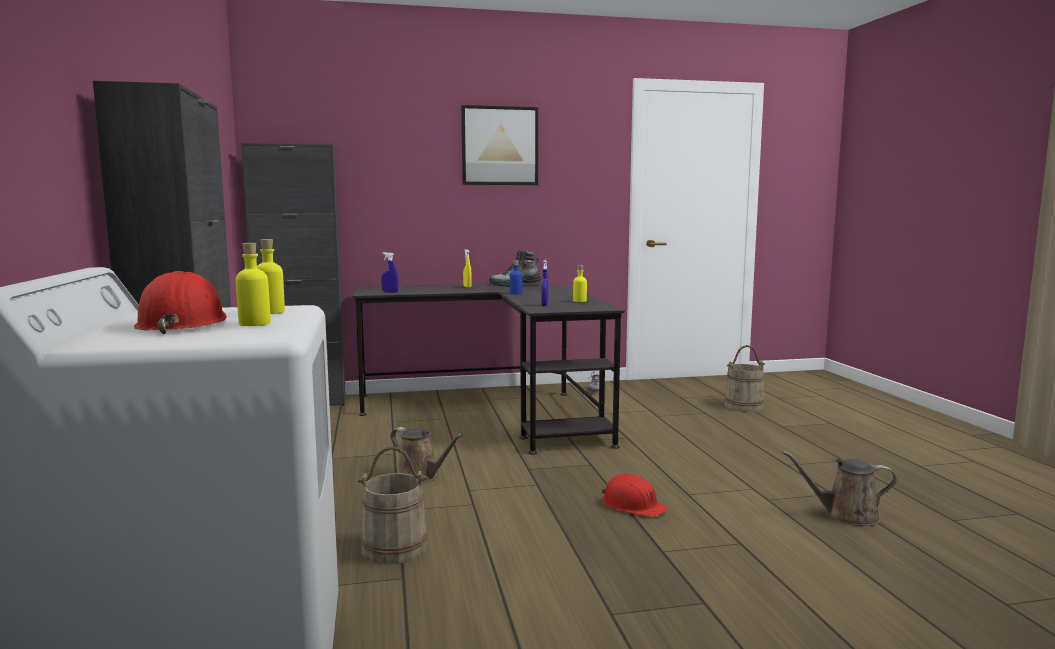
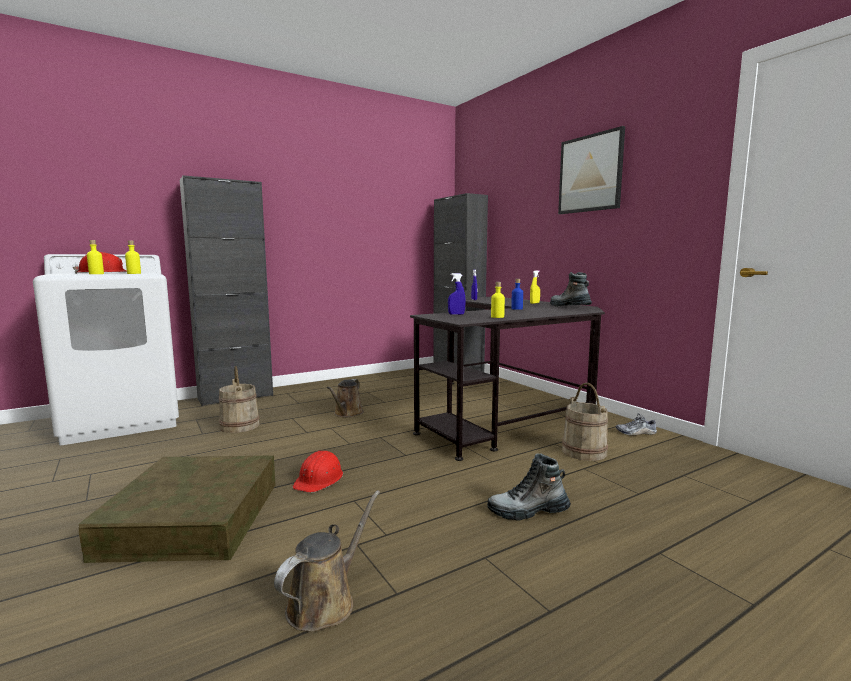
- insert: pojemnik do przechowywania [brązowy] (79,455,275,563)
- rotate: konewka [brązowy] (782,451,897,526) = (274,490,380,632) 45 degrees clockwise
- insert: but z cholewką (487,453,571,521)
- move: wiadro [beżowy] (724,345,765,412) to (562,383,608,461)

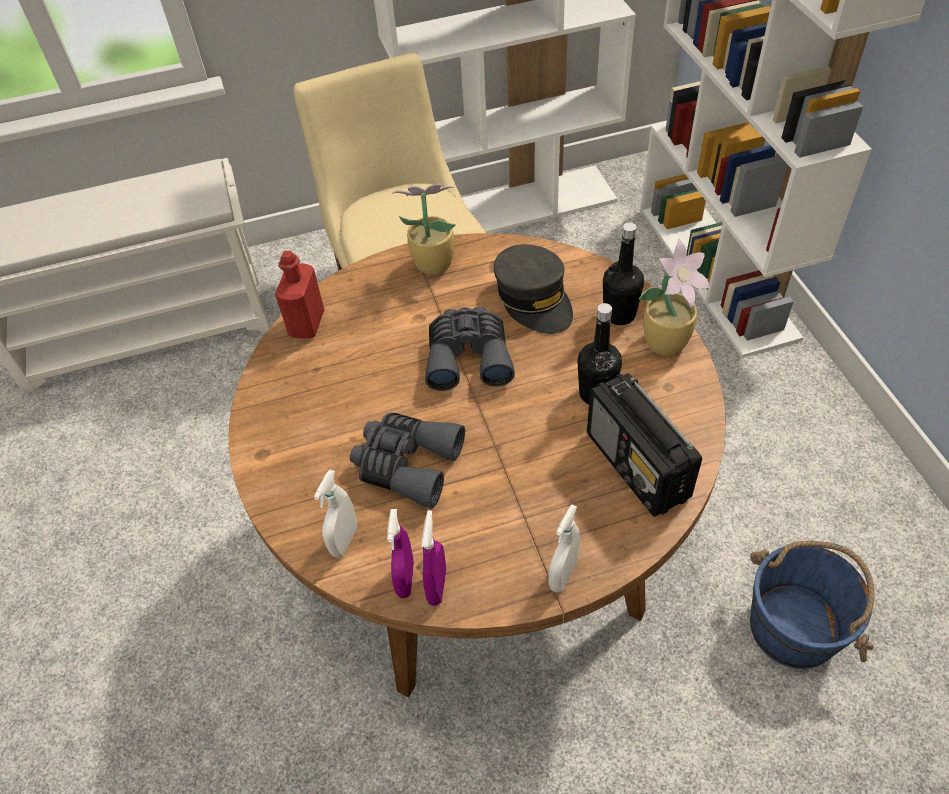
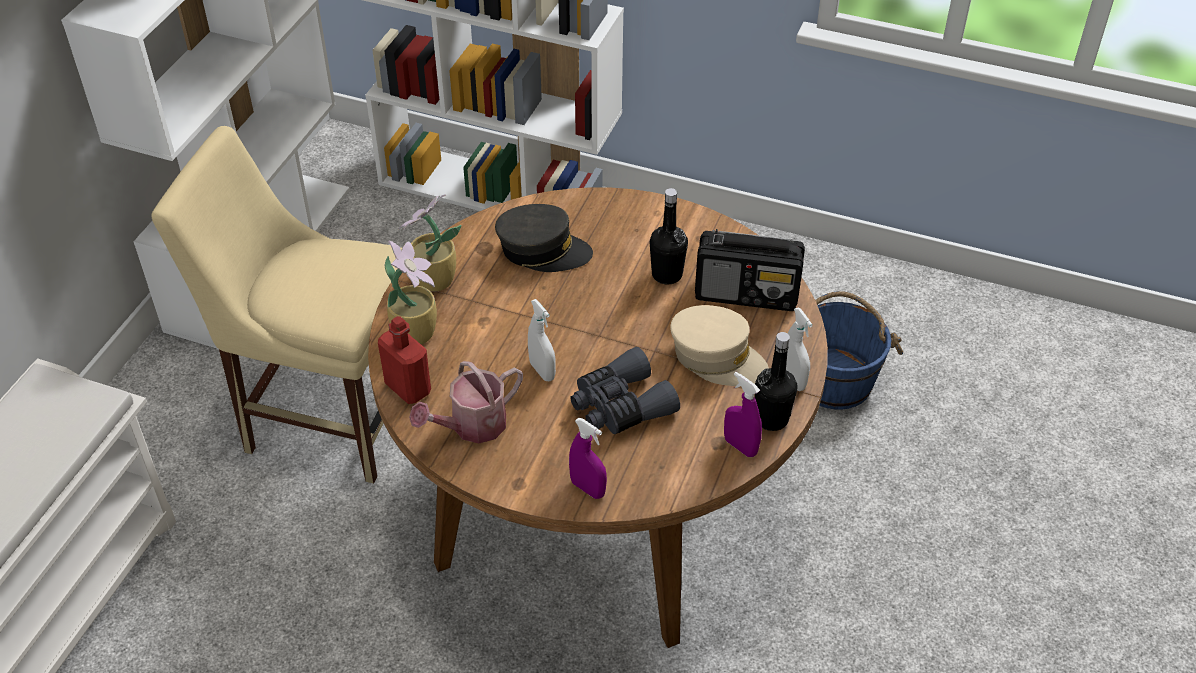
- move: roślina doniczkowa (639,238,710,356) to (385,241,437,344)
- insert: konewka (409,361,523,443)
- move: spryskiwacz [biały] (314,470,357,558) to (528,299,556,381)
- move: spryskiwacz [fioletowy] (387,509,414,598) to (569,418,607,499)
- insert: czapka z daszkiem [beżowy] (670,305,769,386)
- move: butelka [czarny] (603,222,644,325) to (755,332,797,431)
- delete: lornetka [szary] (425,307,515,391)

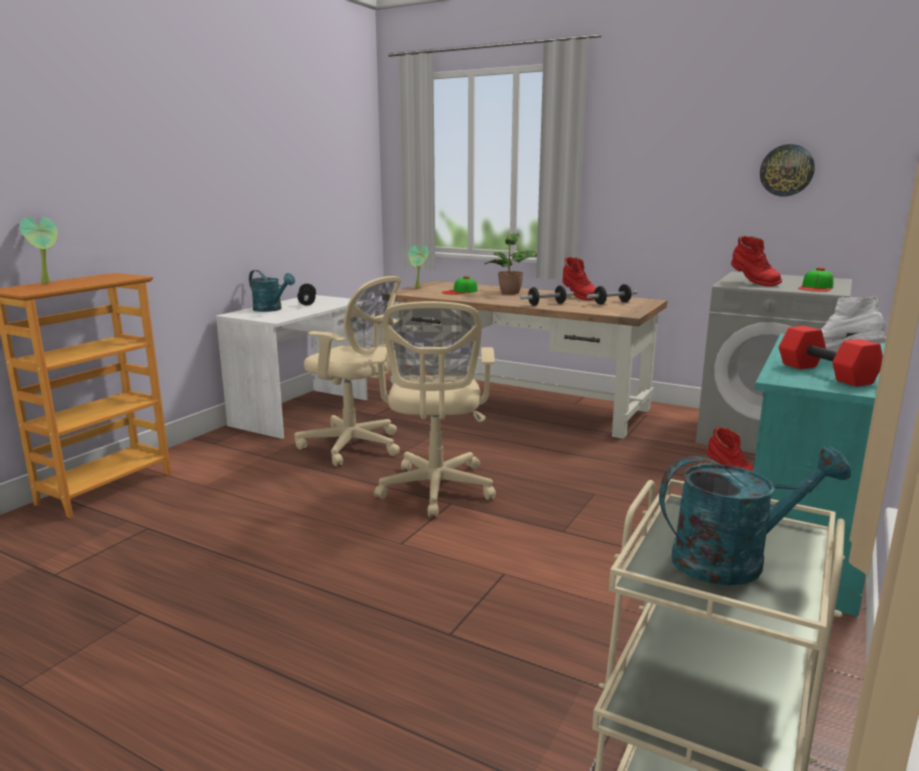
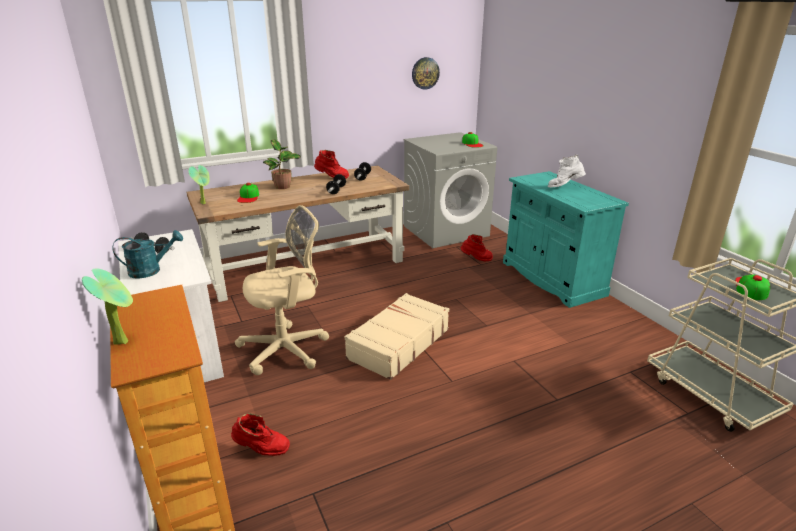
- move: but z cholewką [czerwony] (731,235,782,286) to (231,413,290,456)
- replace: krzesło biurowe [beżowy] (372,301,496,517) to walizka [beżowy] (345,293,449,380)
- replace: konewka [turkusowy] (659,446,851,586) to czapka z daszkiem (735,275,770,300)
- delete: hantel [czerwony] (779,326,883,387)

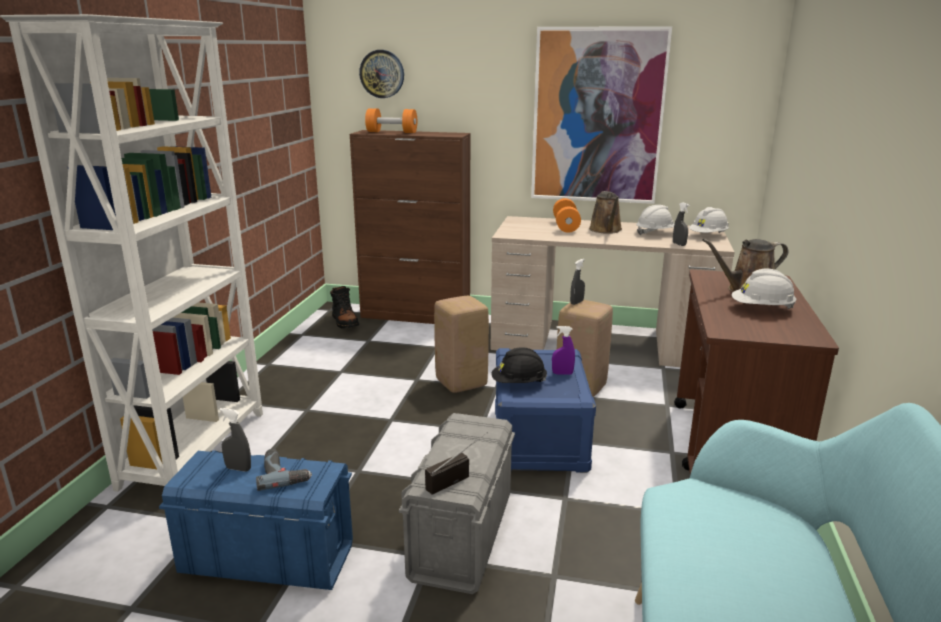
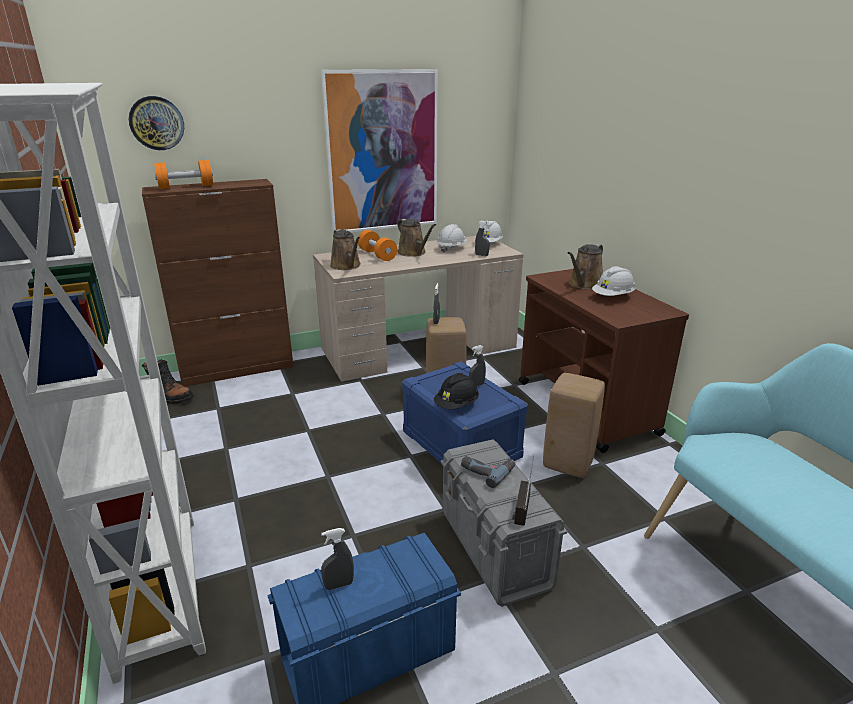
- insert: konewka [brązowy] (330,229,361,270)
- move: wiertarka (256,449,312,491) to (461,456,515,488)
- recolor: spryskiwacz [fioletowy] (552,326,575,375) to spryskiwacz [szary] (469,345,486,387)
- move: stołek [beżowy] (434,296,489,393) to (543,373,605,478)

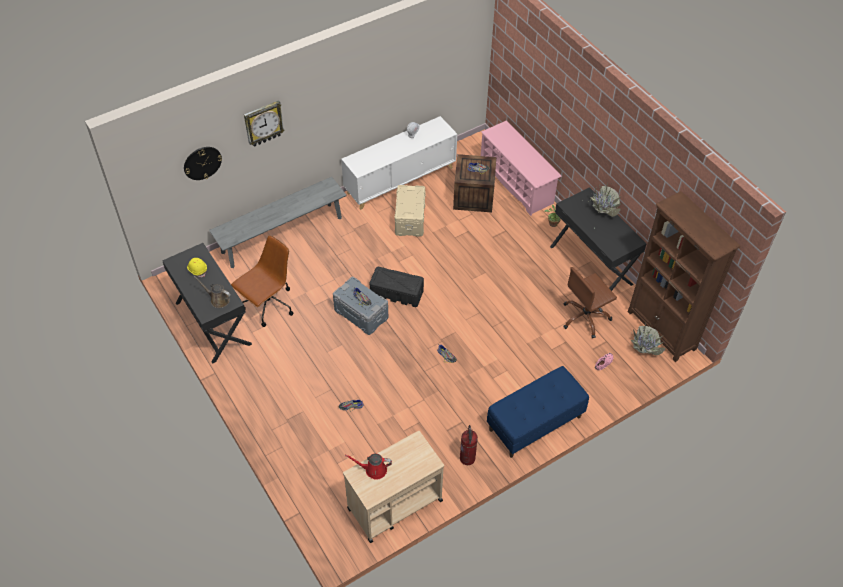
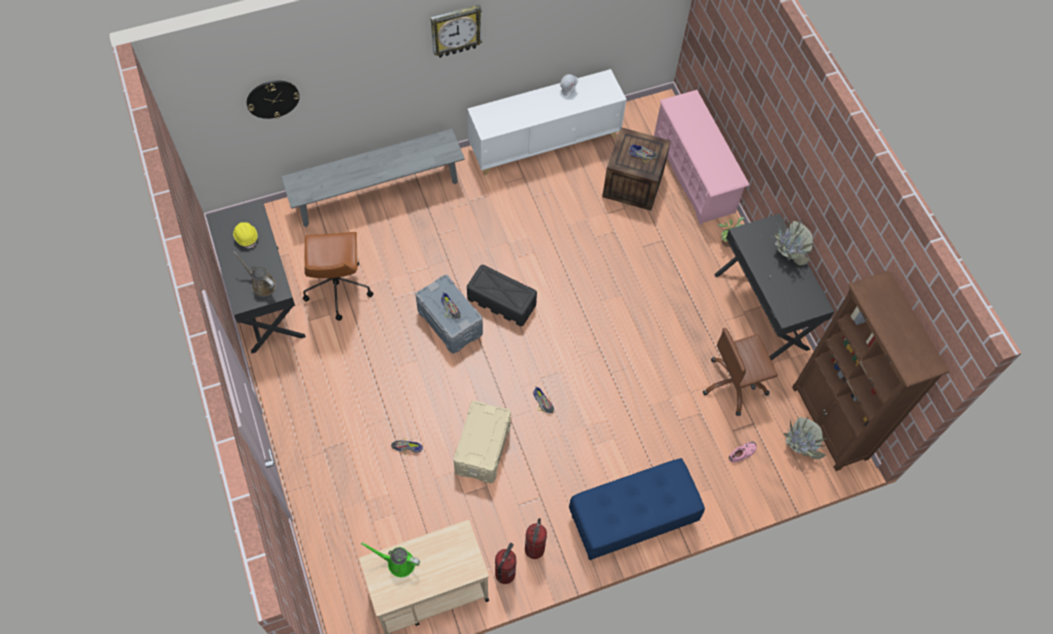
- rotate: krzesło biurowe [brązowy] (231,235,293,327) = (303,232,373,321) 120 degrees clockwise
- recolor: konewka [czerwony] (345,453,392,480) to konewka [zielony] (361,543,420,577)
- move: zegar ścienny (244,100,285,147) to (431,4,482,58)
- move: pojemnik do przechowywania [beżowy] (395,185,426,237) to (454,401,511,483)
- insert: gaśnica (495,542,517,584)

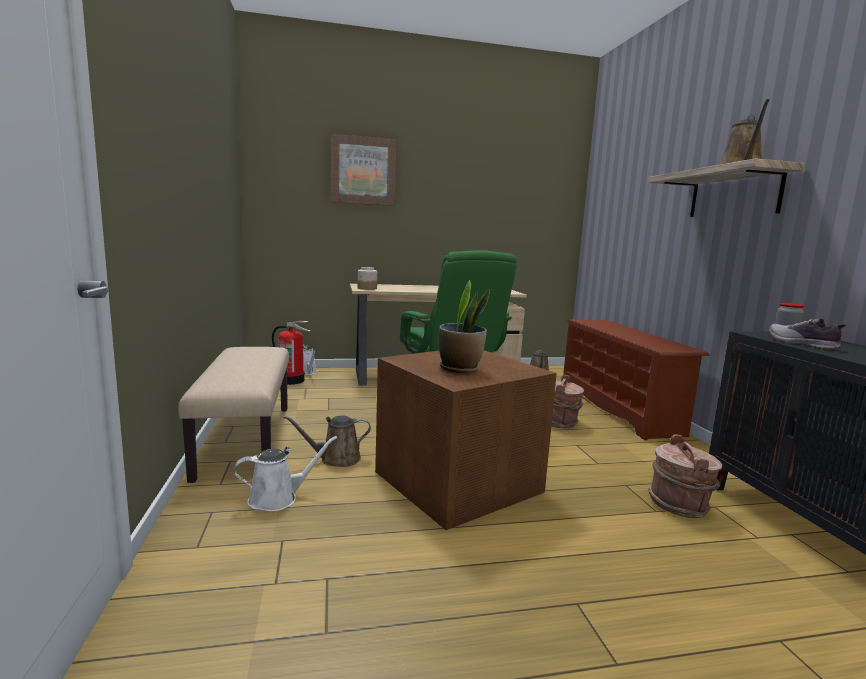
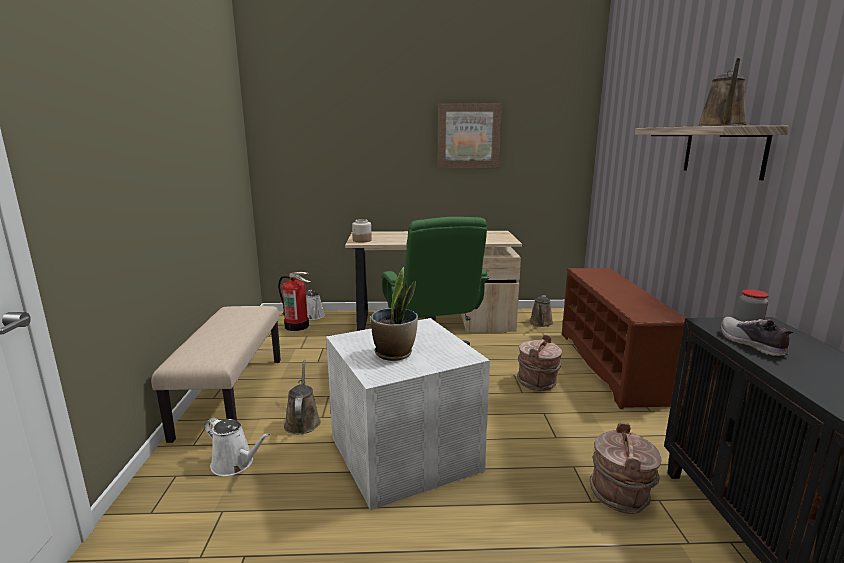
- rotate: konewka [biały] (234,436,337,511) = (204,418,271,476) 45 degrees clockwise
- rotate: konewka [brązowy] (283,415,371,467) = (284,360,321,434) 90 degrees clockwise
- recolor: pojemnik do przechowywania [brązowy] (375,350,557,530) to pojemnik do przechowywania [biały] (326,318,490,510)
- move: obraz (331,134,397,206) to (438,103,502,169)

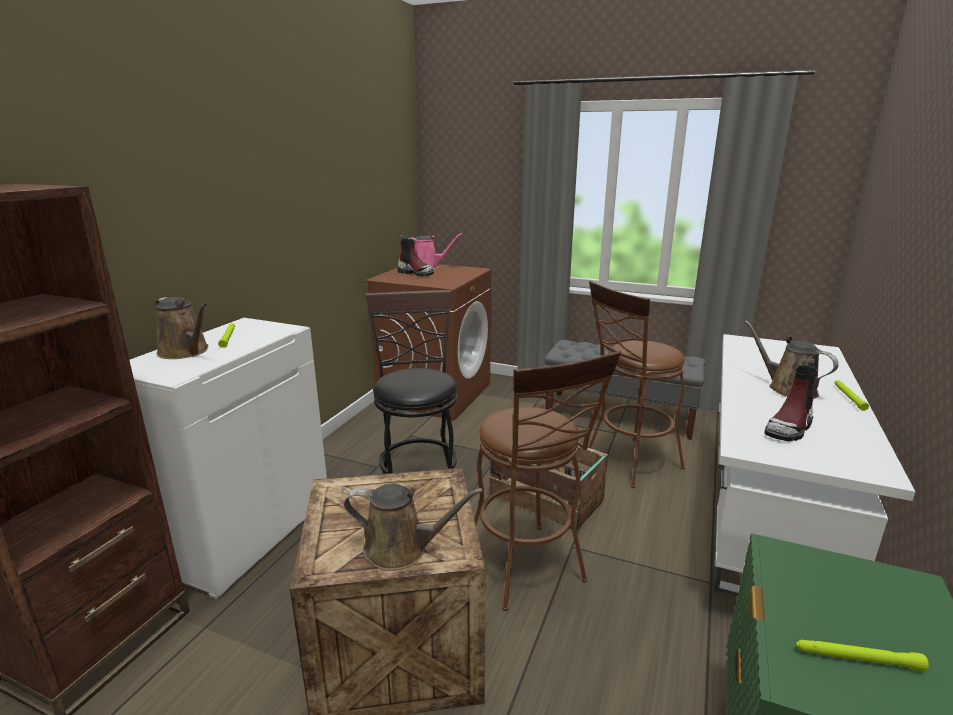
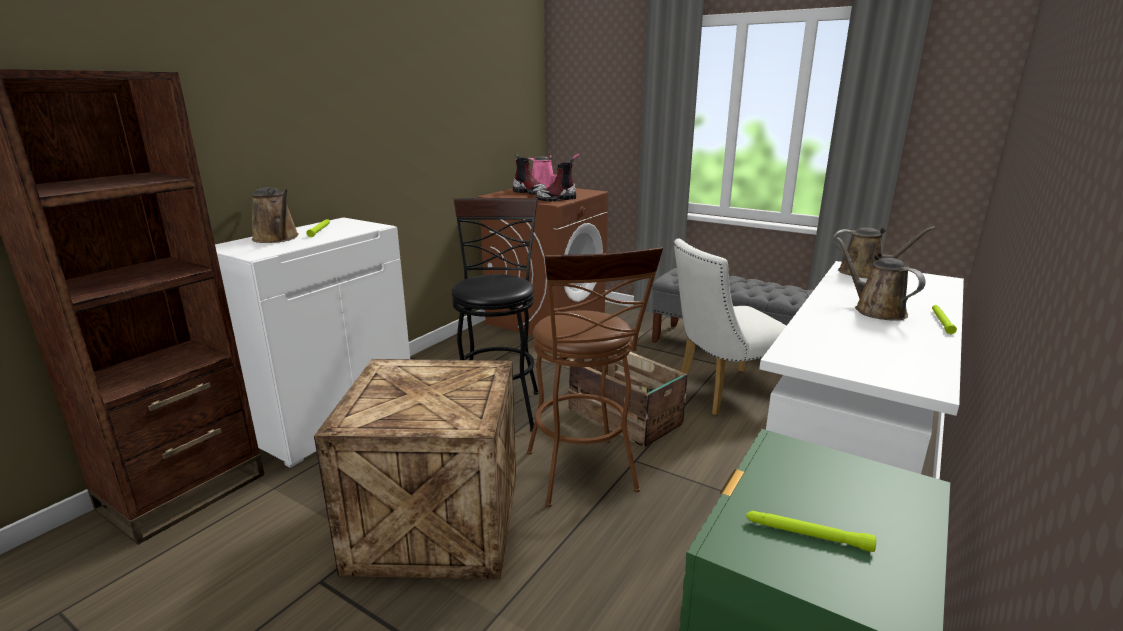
- move: but z cholewką (764,359,818,441) to (536,158,577,202)
- replace: stołek [brązowy] (588,281,685,488) to krzesło [biały] (674,238,786,415)
- move: konewka [brązowy] (344,484,483,571) to (833,226,935,279)

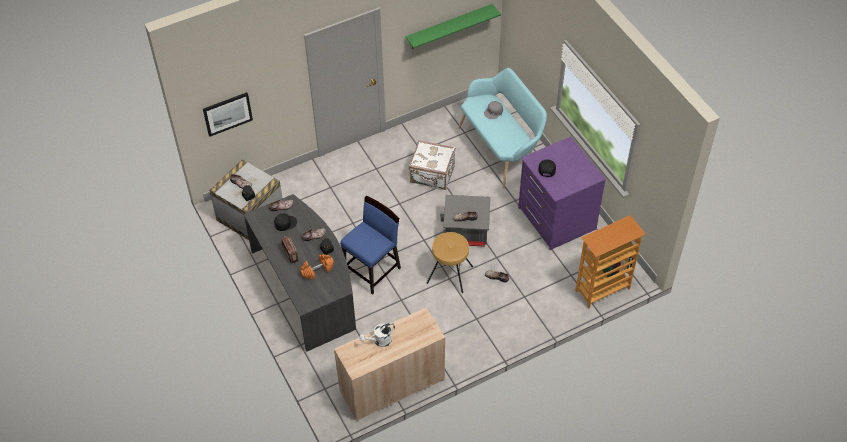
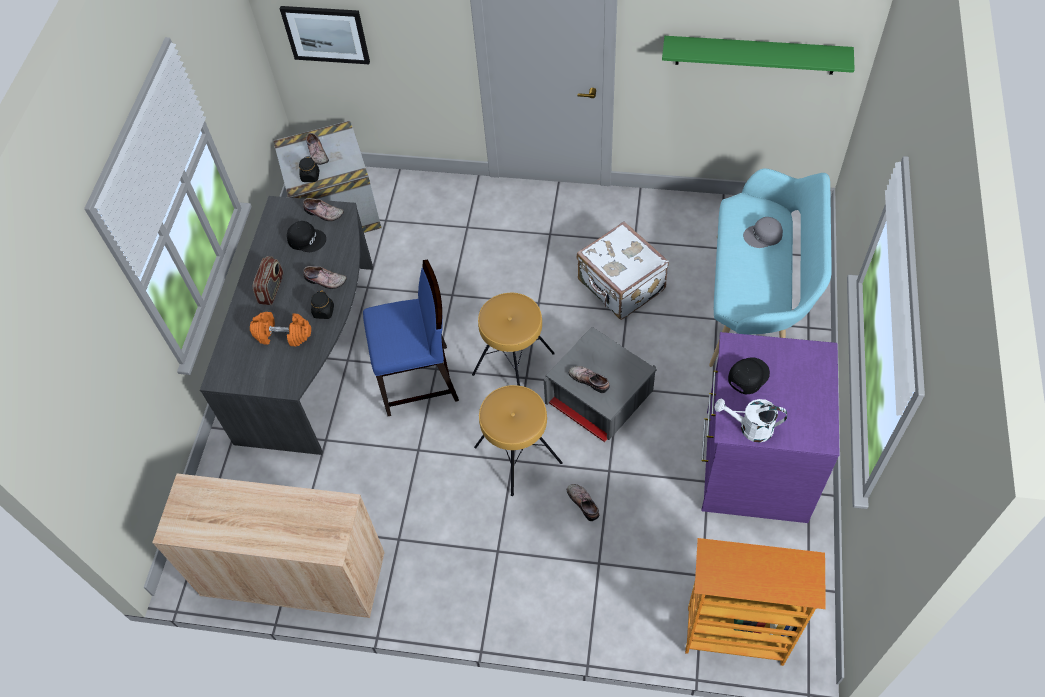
- insert: stołek [brązowy] (472,293,555,386)
- move: konewka [biały] (359,323,395,347) to (714,399,787,443)

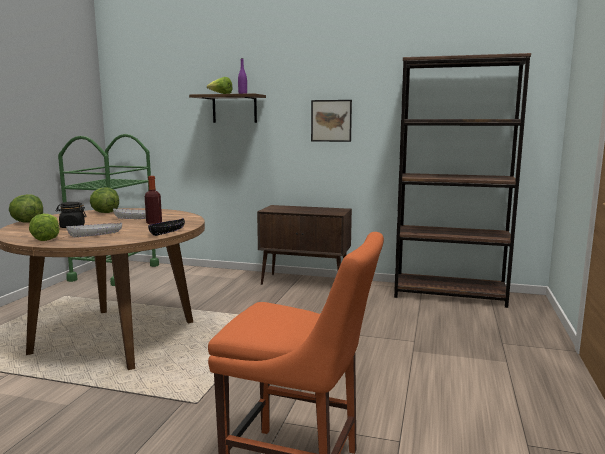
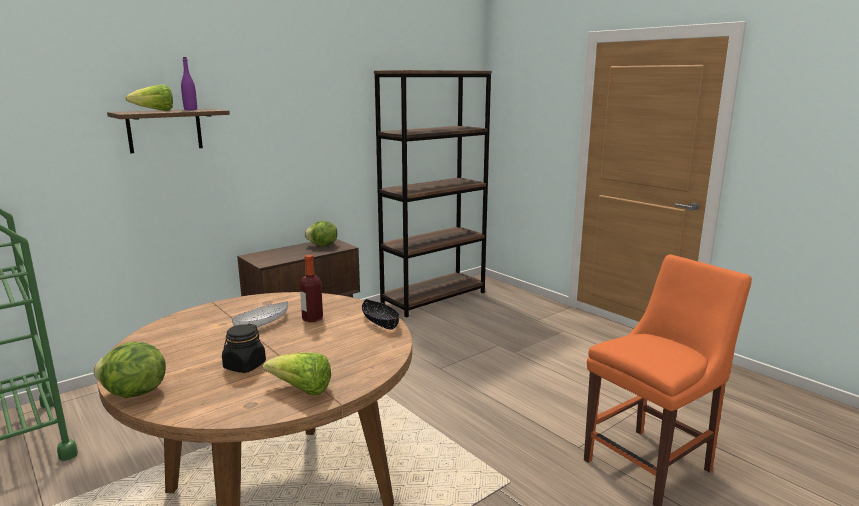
- move: sałata (90,187,119,213) to (304,221,337,247)
- delete: miska [biały] (66,223,122,237)
- delete: obraz (311,100,352,142)

